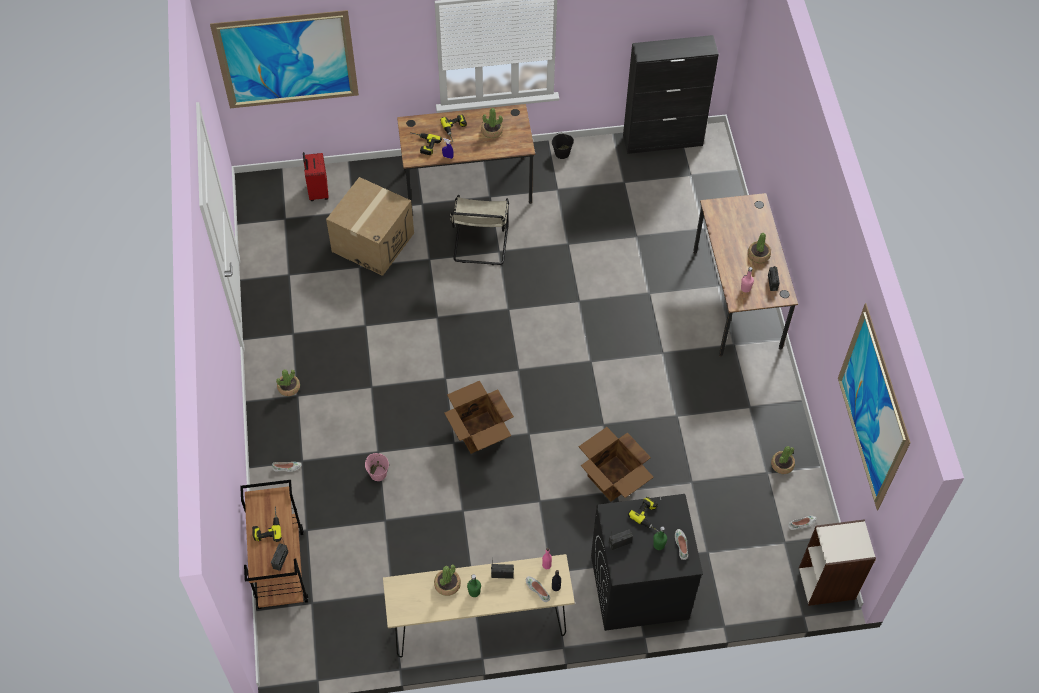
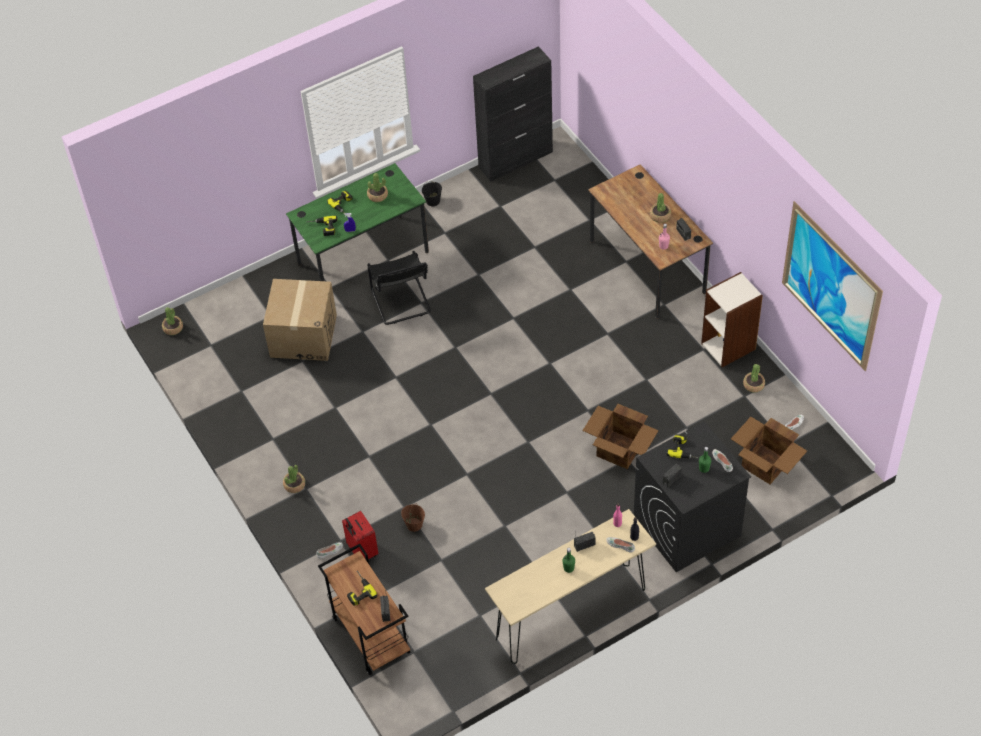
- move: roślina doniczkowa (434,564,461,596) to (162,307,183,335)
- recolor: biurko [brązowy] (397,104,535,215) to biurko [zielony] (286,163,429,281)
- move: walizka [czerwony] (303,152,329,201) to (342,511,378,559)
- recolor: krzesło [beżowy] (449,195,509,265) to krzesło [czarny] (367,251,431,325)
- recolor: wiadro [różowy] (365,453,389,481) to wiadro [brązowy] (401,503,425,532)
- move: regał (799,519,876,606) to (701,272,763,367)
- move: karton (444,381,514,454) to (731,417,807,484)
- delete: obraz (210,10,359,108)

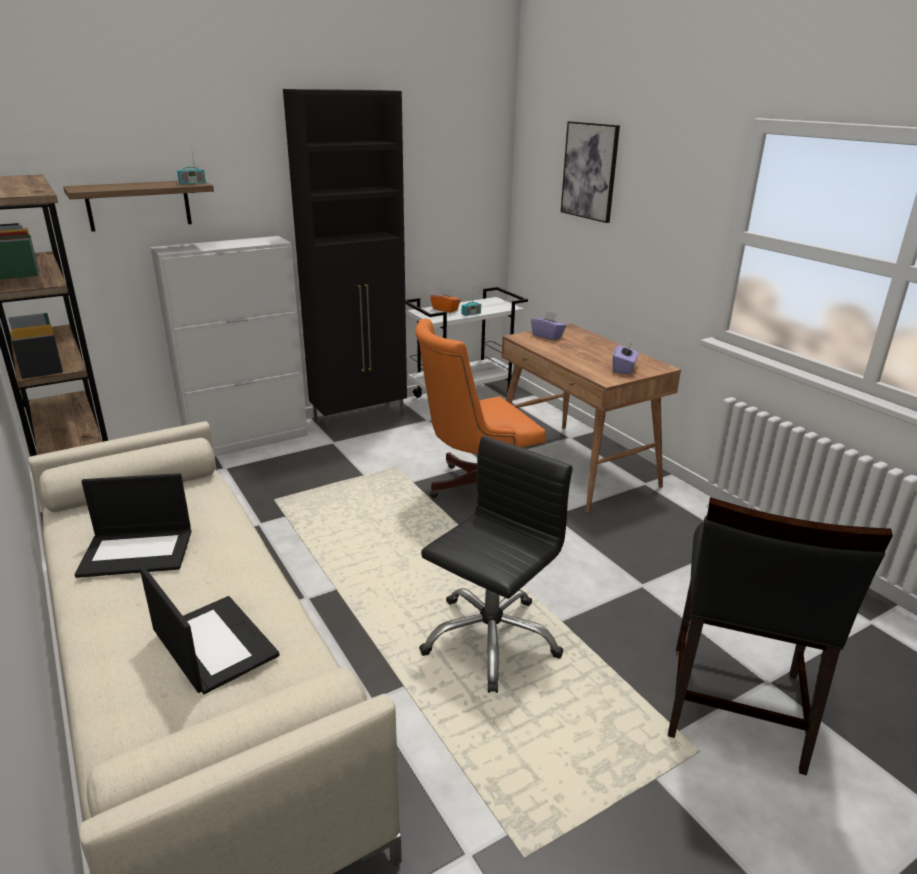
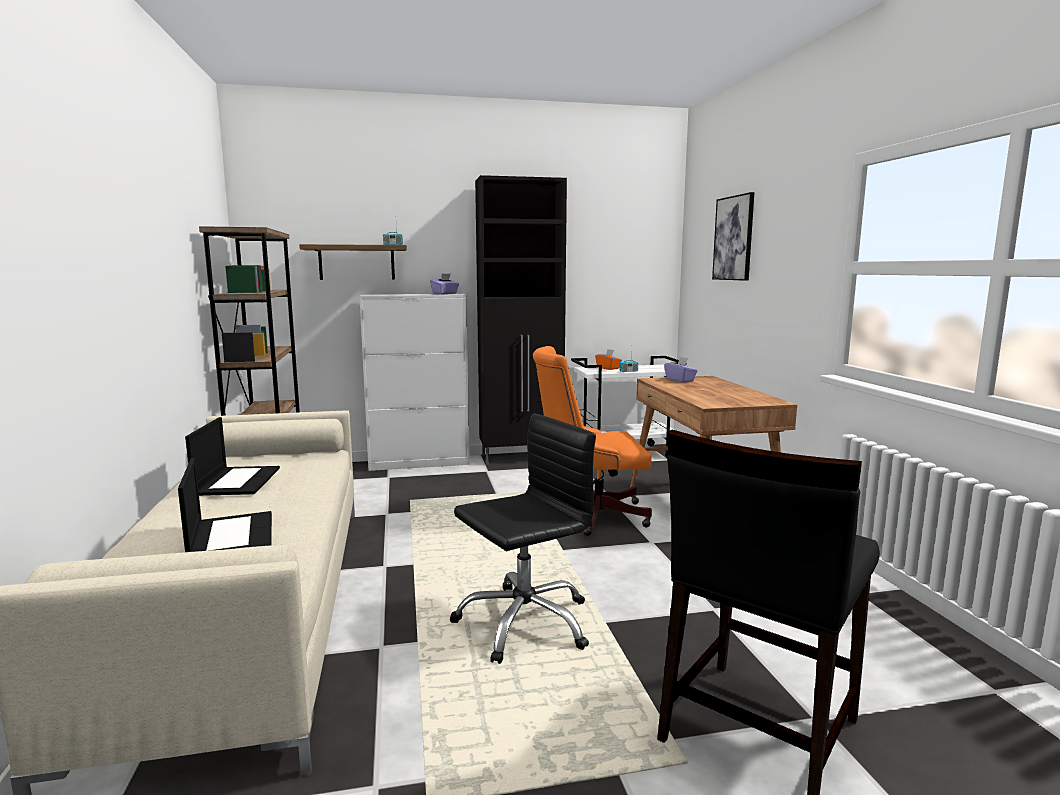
- rotate: laptop (74,473,191,578) = (185,417,280,496) 105 degrees counterclockwise
- move: pudełko chusteczek [fioletowy] (613,343,639,374) to (430,274,459,294)

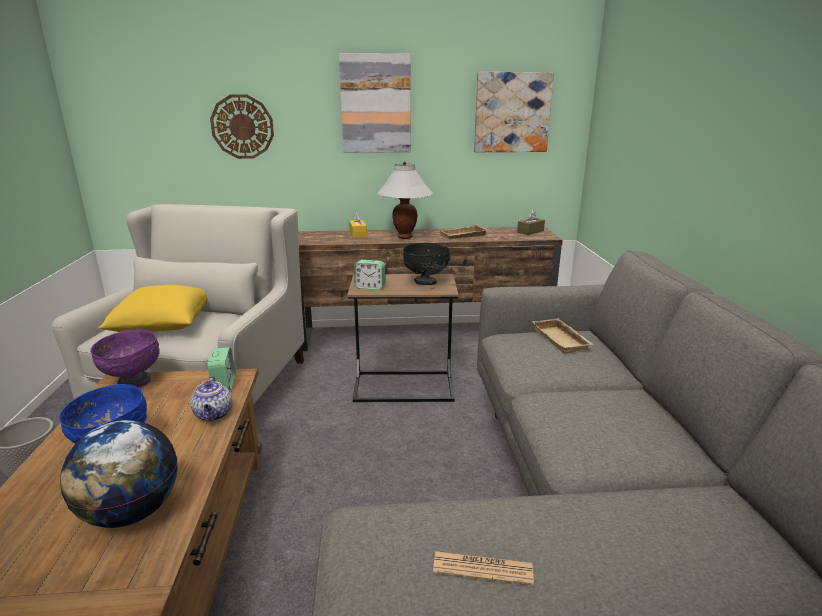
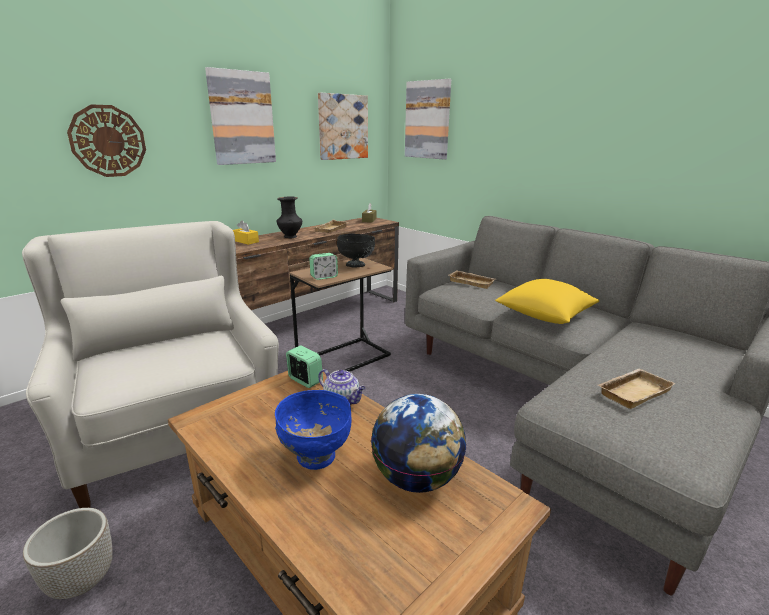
- replace: lampa stołowa [biały] (377,162,433,239) to wazon [czarny] (277,196,302,239)
- insert: obraz (405,79,451,159)
- move: poduszka [żółty] (97,285,208,332) to (495,279,599,324)
- replace: gazeta (433,551,534,586) to taca [beżowy] (598,368,676,409)
- delete: miska [fioletowy] (90,330,160,388)

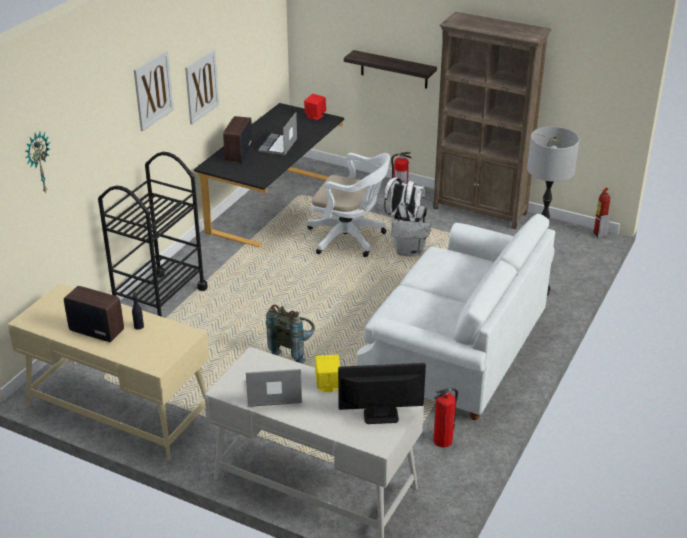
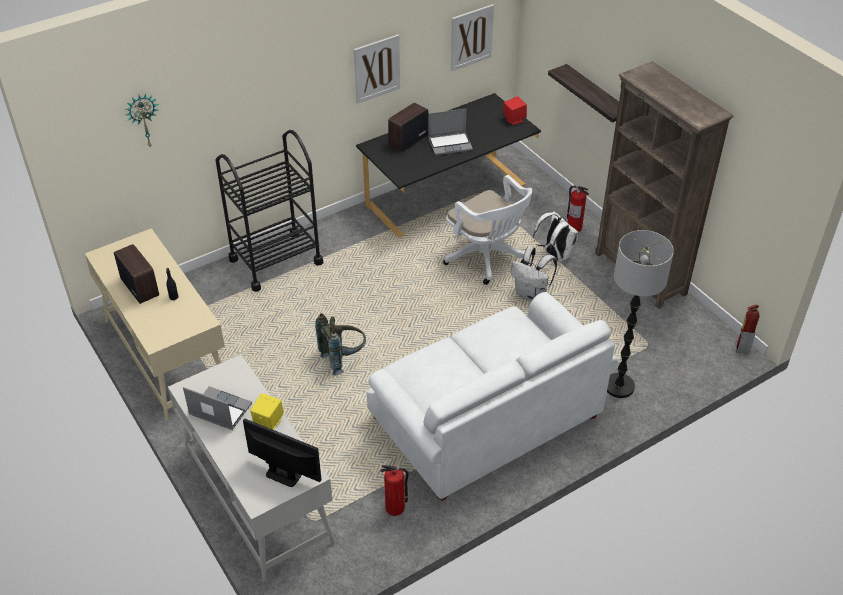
- rotate: laptop (258,112,297,156) = (428,109,473,155) 150 degrees counterclockwise
- move: obraz (134,50,174,131) to (451,4,494,71)

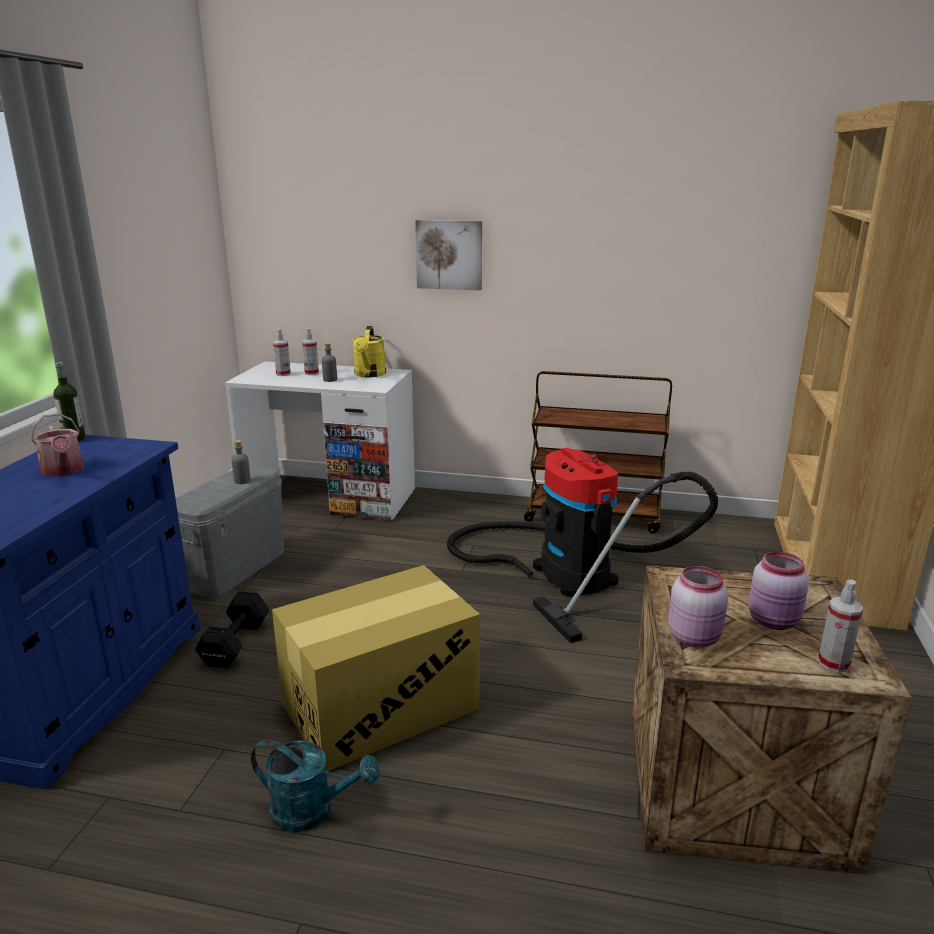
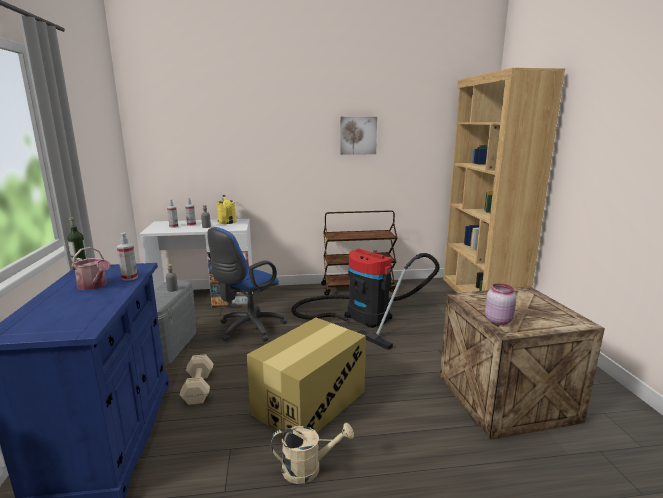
- move: spryskiwacz (818,580,863,673) to (117,233,138,281)
- recolor: hantel [czarny] (195,591,269,669) to hantel [beżowy] (180,354,213,405)
- insert: krzesło biurowe [niebieski] (207,227,287,342)
- recolor: konewka [turkusowy] (251,739,380,832) to konewka [beżowy] (271,423,354,484)
- move: obraz (415,220,482,290) to (340,117,377,155)
- delete: słoik [różowy] (748,551,809,630)

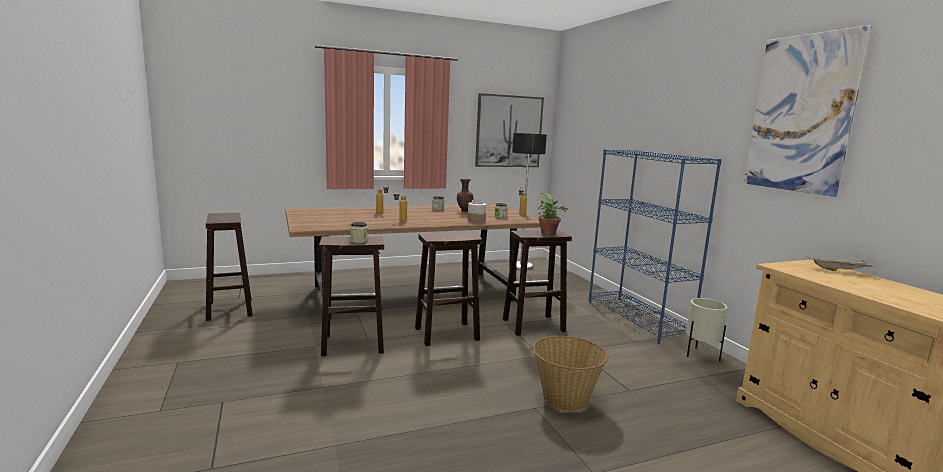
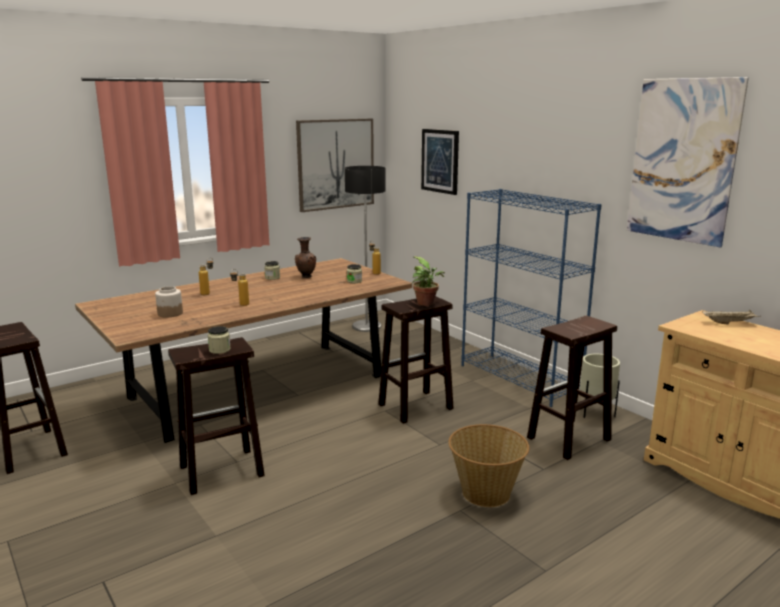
- move: słoik (468,200,486,222) to (155,286,183,317)
- insert: obraz (421,129,459,195)
- move: stołek [brązowy] (415,232,483,346) to (527,316,617,460)

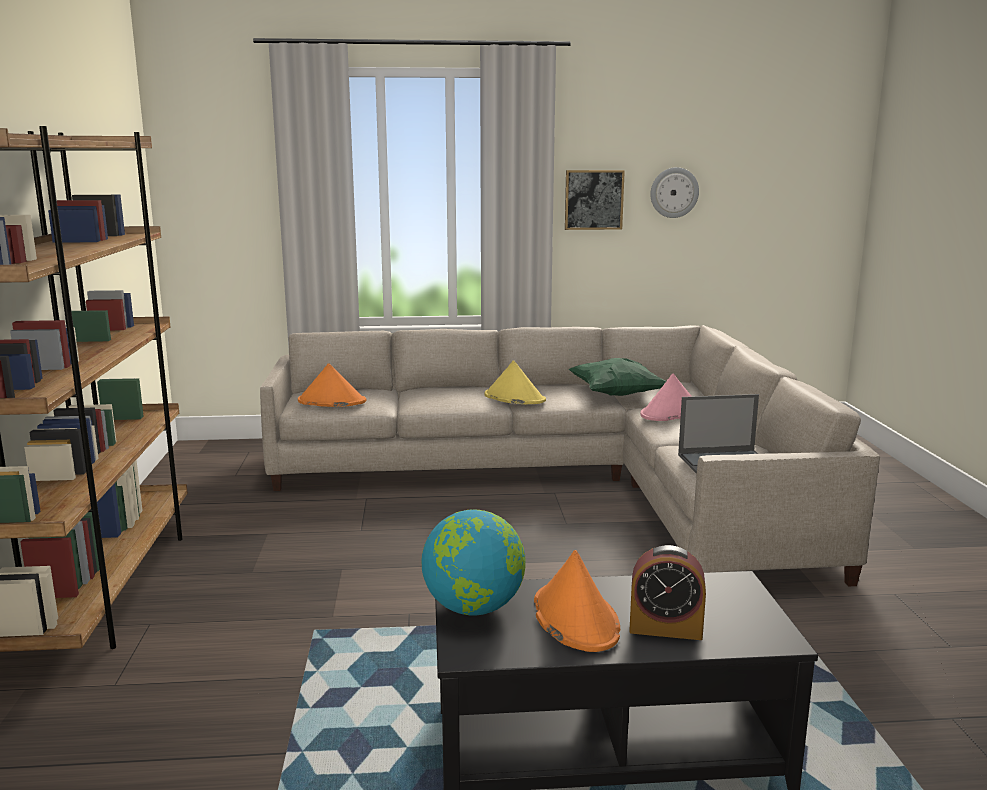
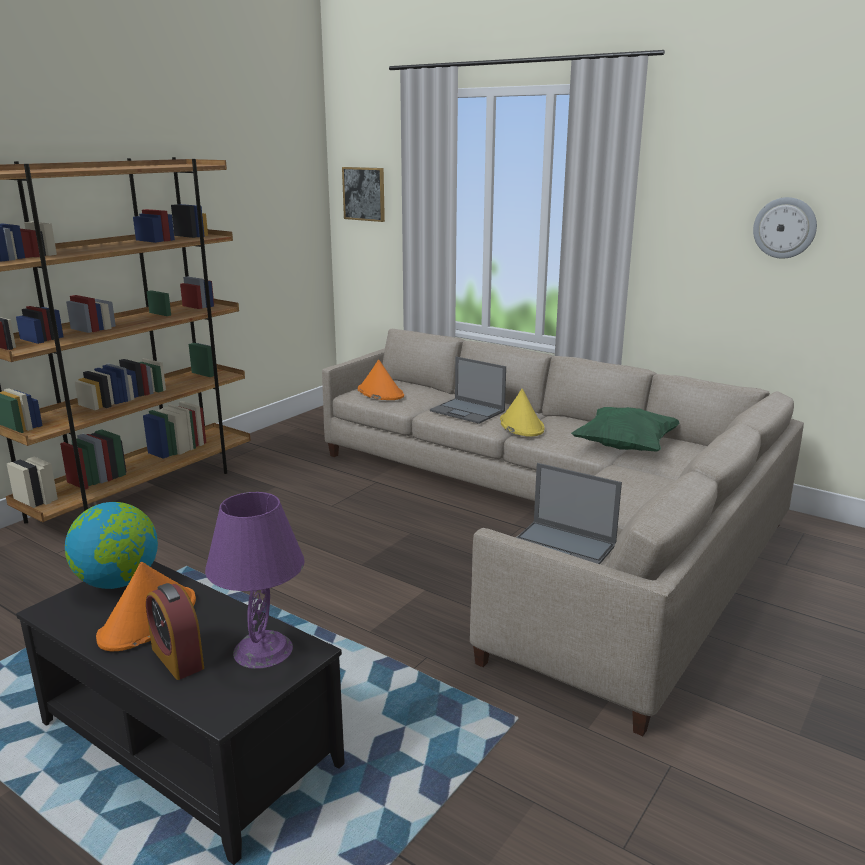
- insert: lampa stołowa [fioletowy] (205,492,305,669)
- move: obraz (565,170,625,230) to (342,167,385,222)
- insert: laptop (430,356,506,424)
- delete: kapelusz [różowy] (640,373,691,421)

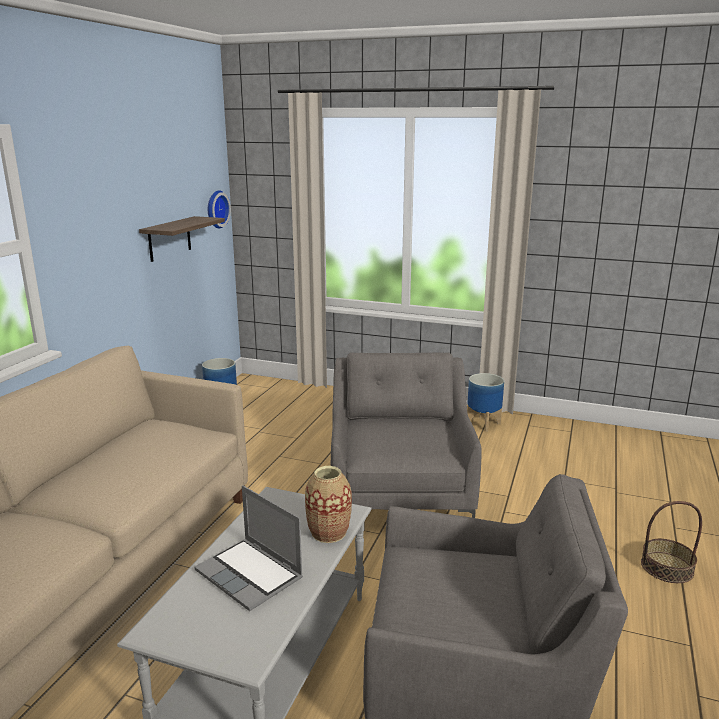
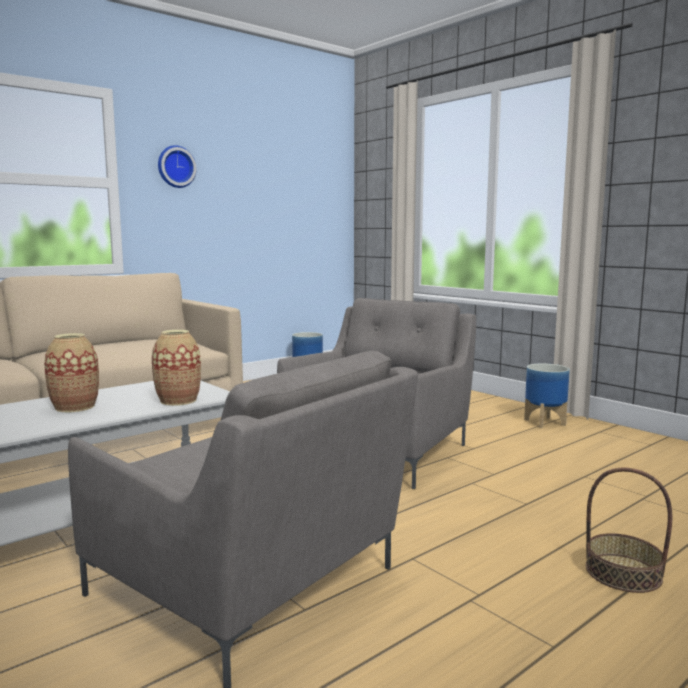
- replace: laptop (194,485,303,611) to wazon (44,333,99,412)
- move: zegar ścienny (208,190,231,229) to (158,145,197,188)
- delete: półka (139,216,225,262)

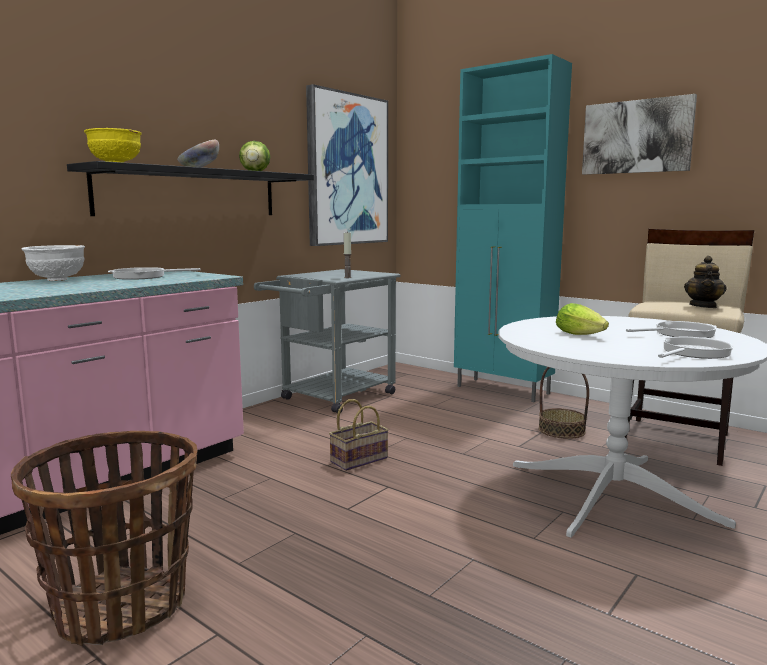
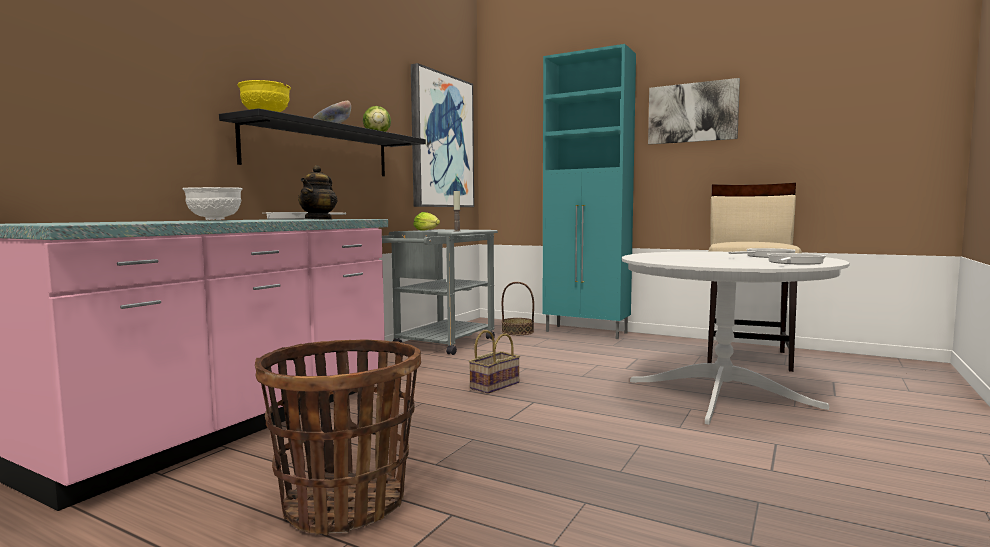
- move: imbryk (684,256,727,308) to (298,165,338,220)
- move: sałata (556,303,609,335) to (413,212,440,231)
- move: koszyk (538,367,589,439) to (502,282,534,335)

